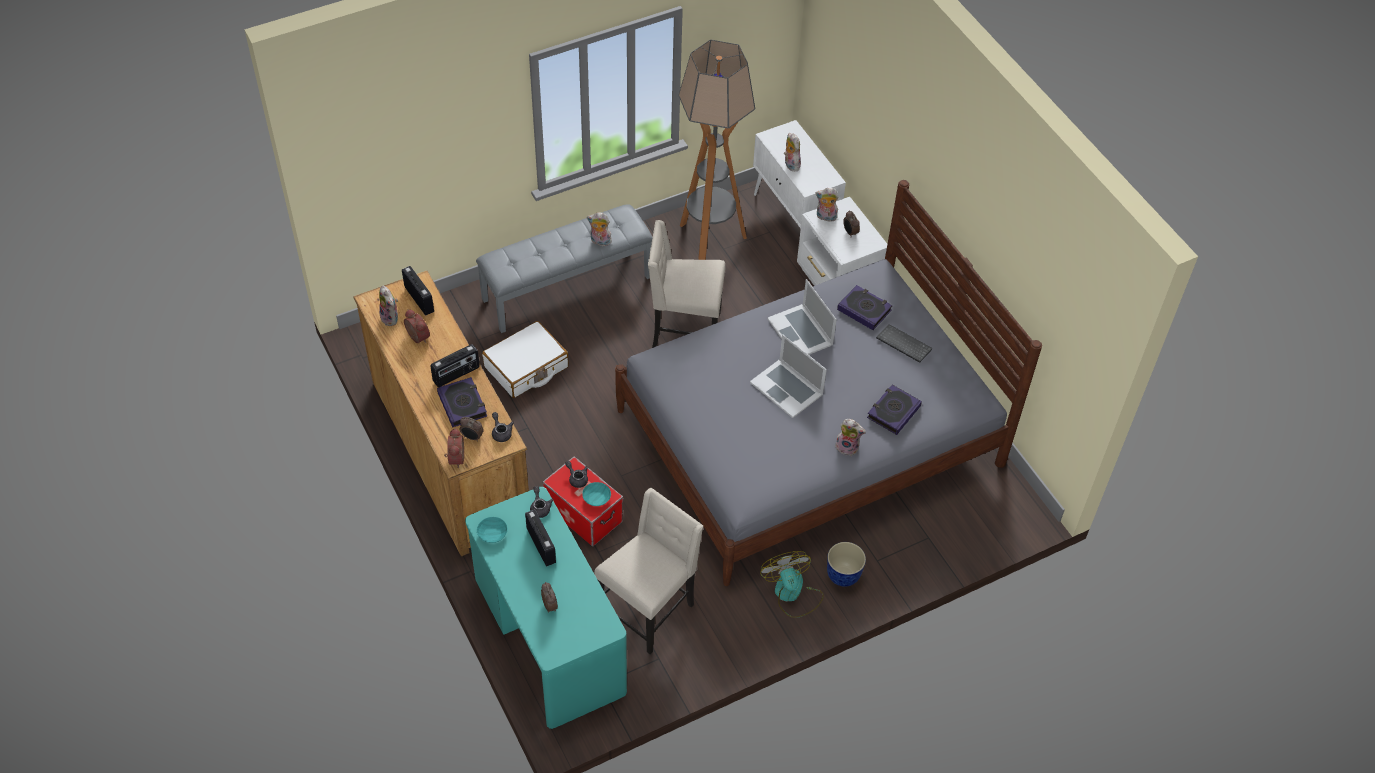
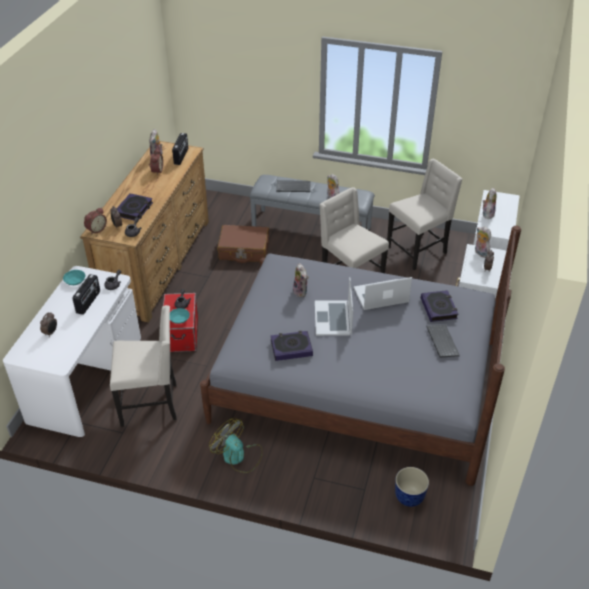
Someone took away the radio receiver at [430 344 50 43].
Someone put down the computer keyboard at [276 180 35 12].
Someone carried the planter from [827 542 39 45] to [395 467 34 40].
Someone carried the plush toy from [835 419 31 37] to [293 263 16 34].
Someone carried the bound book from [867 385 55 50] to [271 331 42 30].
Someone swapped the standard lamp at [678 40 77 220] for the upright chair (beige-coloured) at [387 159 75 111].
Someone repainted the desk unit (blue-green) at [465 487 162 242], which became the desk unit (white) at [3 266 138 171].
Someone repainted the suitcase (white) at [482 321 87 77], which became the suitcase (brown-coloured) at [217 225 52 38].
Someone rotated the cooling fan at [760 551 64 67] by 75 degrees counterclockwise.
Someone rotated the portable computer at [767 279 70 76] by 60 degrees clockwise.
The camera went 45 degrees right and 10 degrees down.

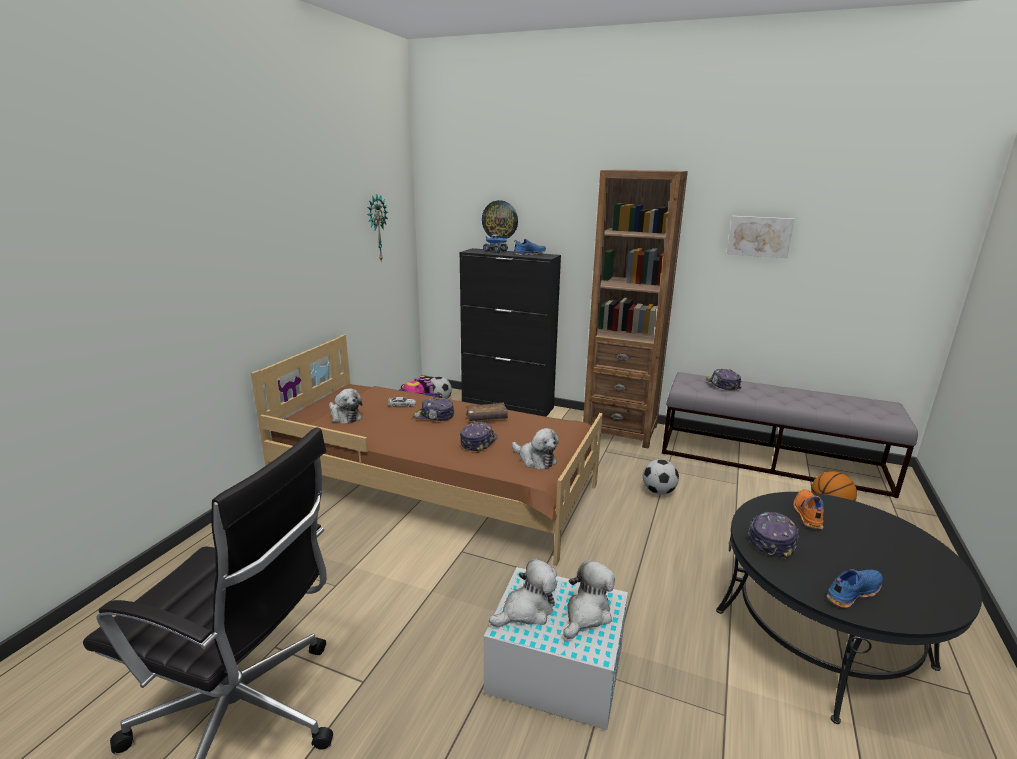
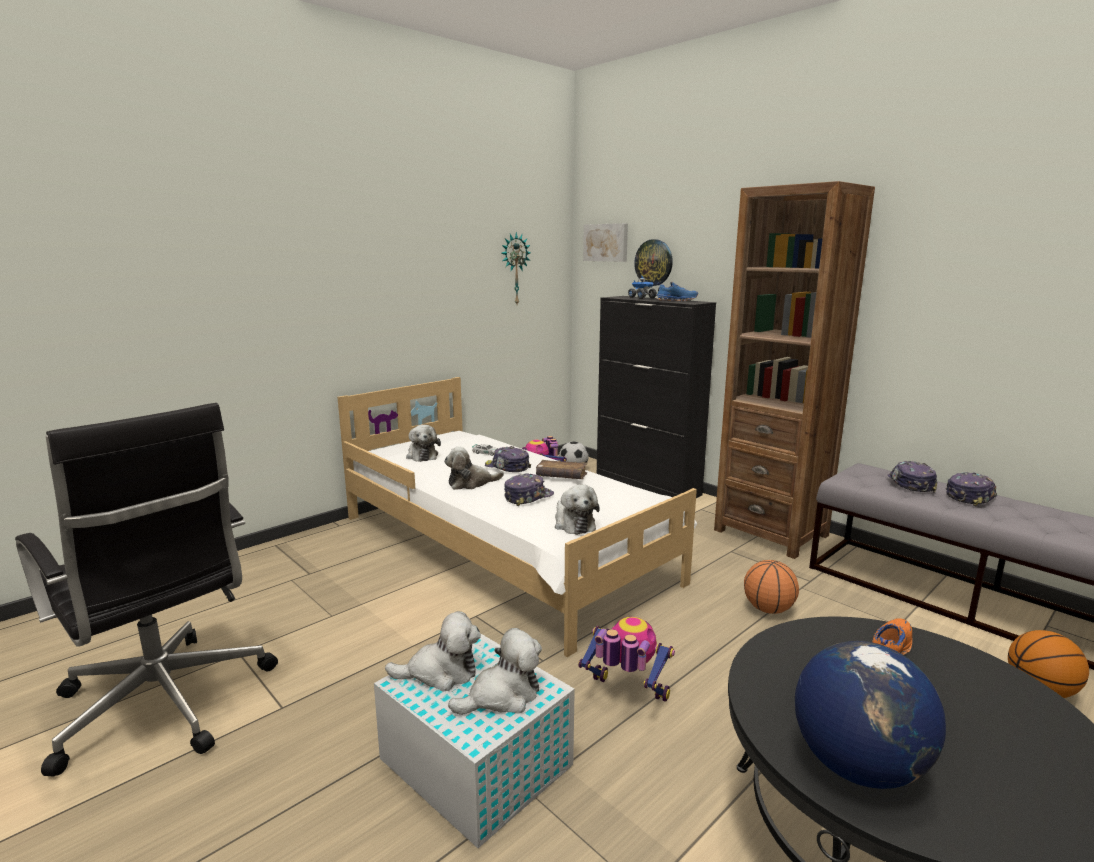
Someone put down the plush toy at [444 447 60 43].
Someone put down the model robot at [578 617 97 85].
Someone carried the picture from [727 216 68 42] to [583 223 45 39].
Someone carried the baseball cap from [748 512 51 47] to [946 472 51 34].
Someone swapped the football ball at [643 459 36 36] for the ball for basketball at [744 560 55 54].
Someone swapped the low shoe (blue-coloured) at [826 569 57 39] for the desk globe at [795 641 151 148].
Someone repainted the bedroom bed (brown-coloured) at [251 335 352 231], which became the bedroom bed (white) at [337 377 360 280].
The camera went 25 degrees right and 5 degrees down.

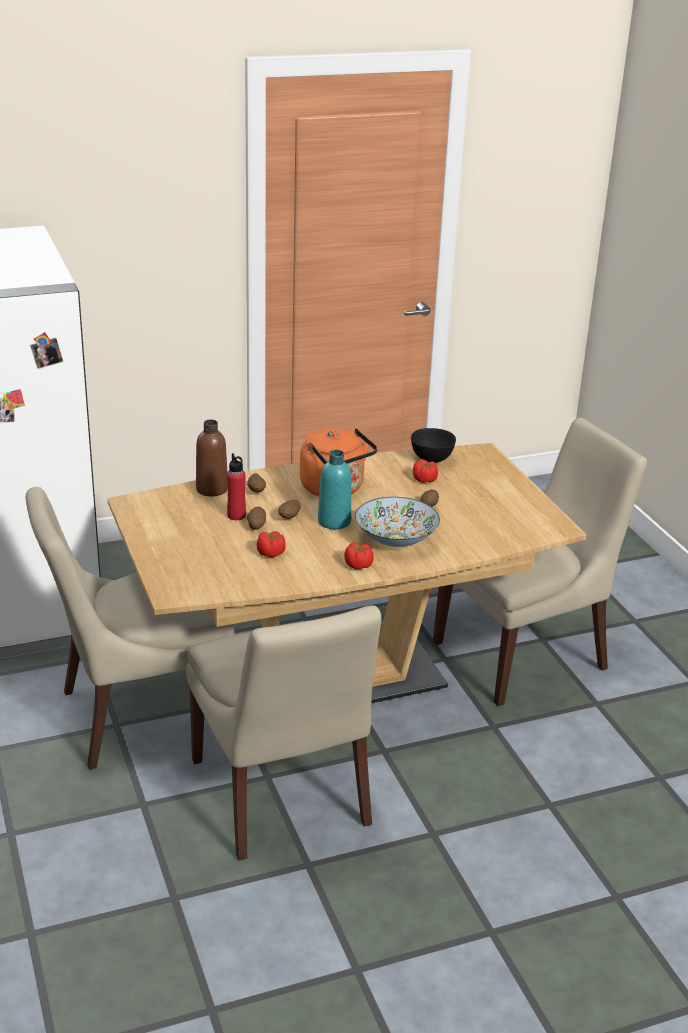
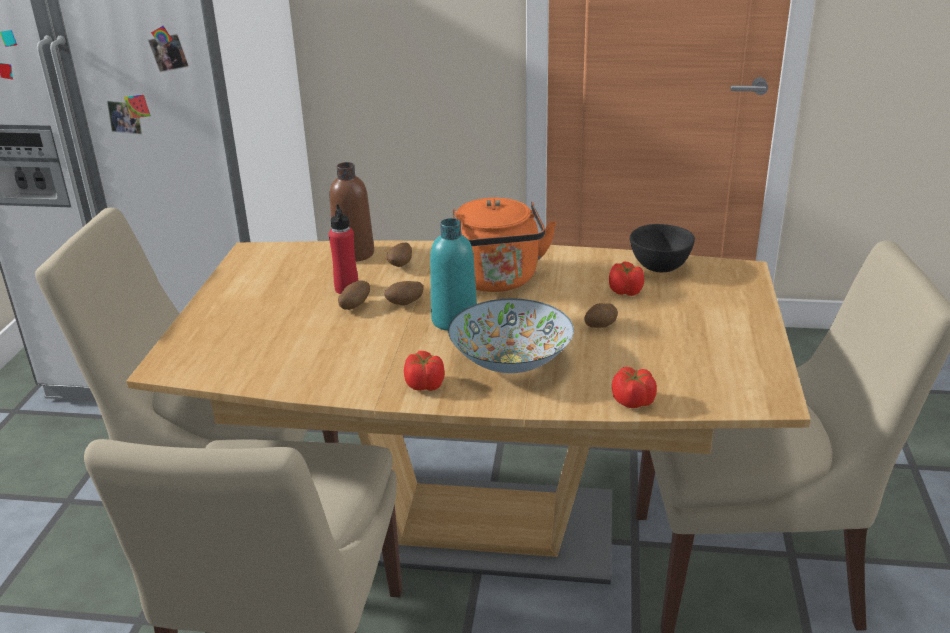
Someone carried the fresh tomato from [257 531 29 27] to [612 367 45 41].
The camera went 30 degrees right and 0 degrees up.

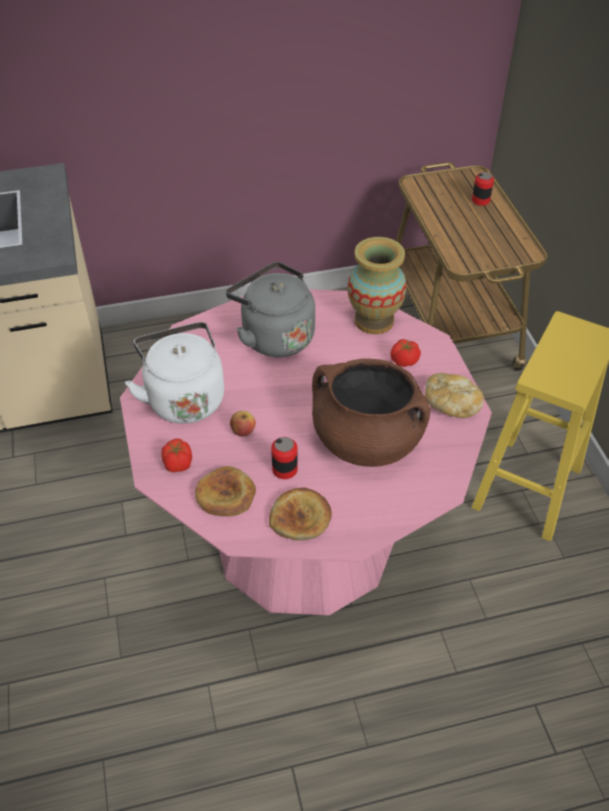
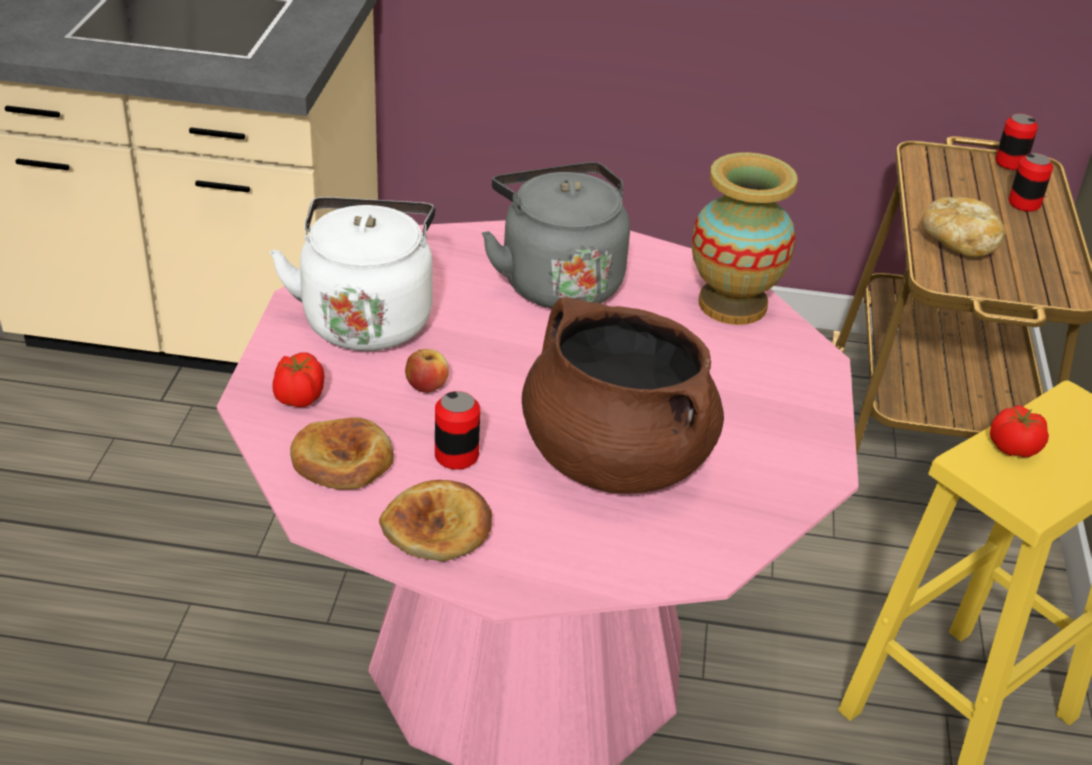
Someone put down the metal can at [995 113 43 57].
Someone carried the fresh tomato from [391 339 30 28] to [990 405 59 52].
Someone carried the bakery bread from [425 373 59 45] to [922 197 84 60].
The camera went 20 degrees right and 10 degrees down.

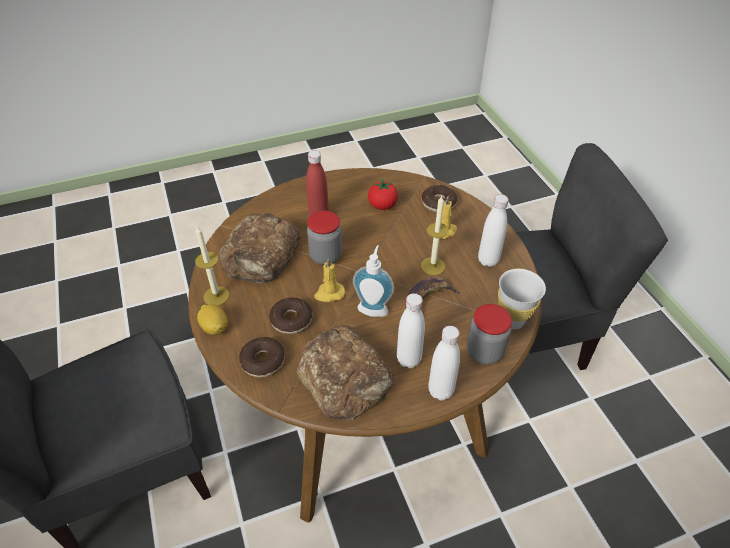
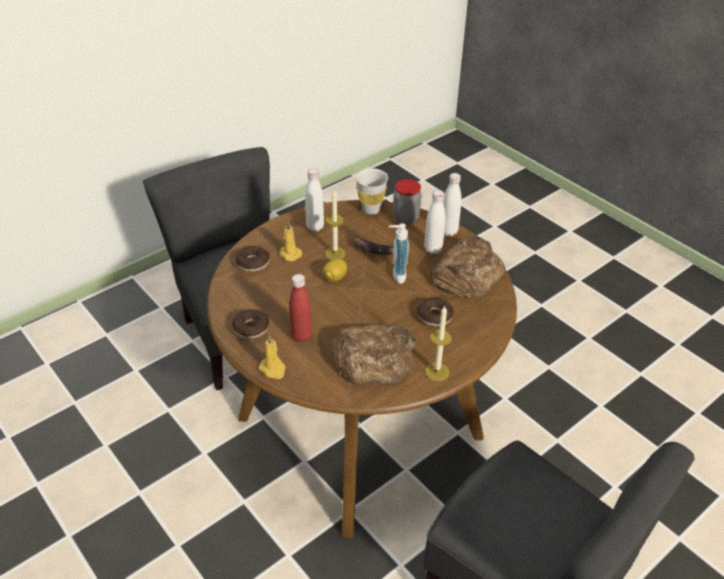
Someone took away the jar at [307 211 35 54].
Someone took away the fresh tomato at [368 179 30 31].
Someone carried the citrus fruit from [197 304 31 31] to [323 259 24 23].
Someone carried the doughnut from [239 337 46 41] to [232 309 37 30].
Someone carried the candle (yellow) from [314 258 31 44] to [259 335 27 44].
The camera went 110 degrees left and 5 degrees down.

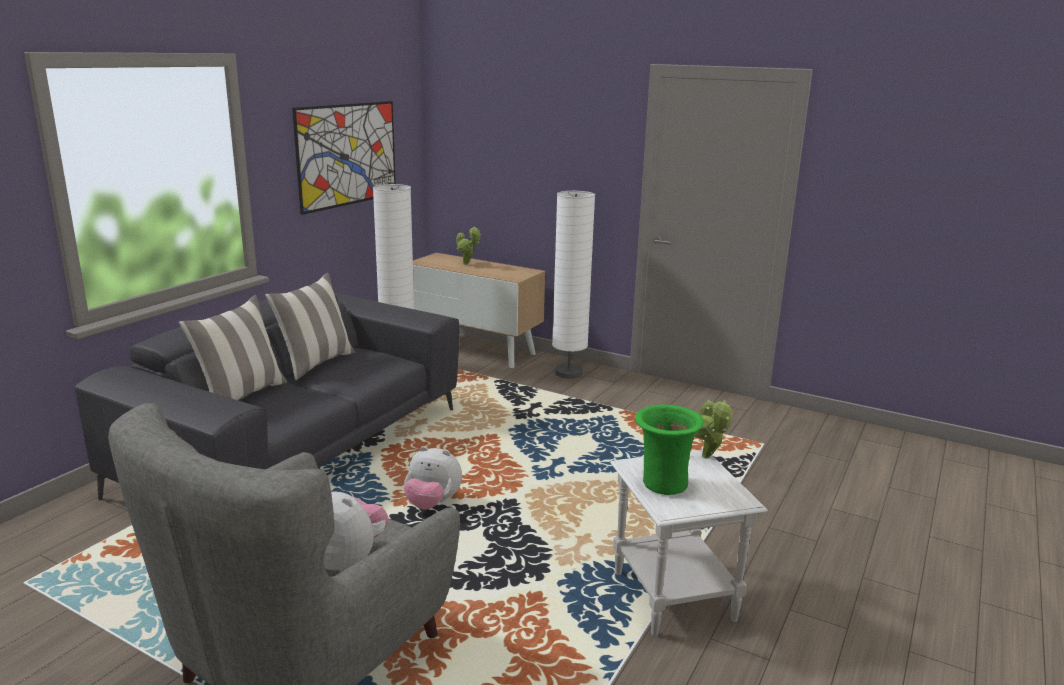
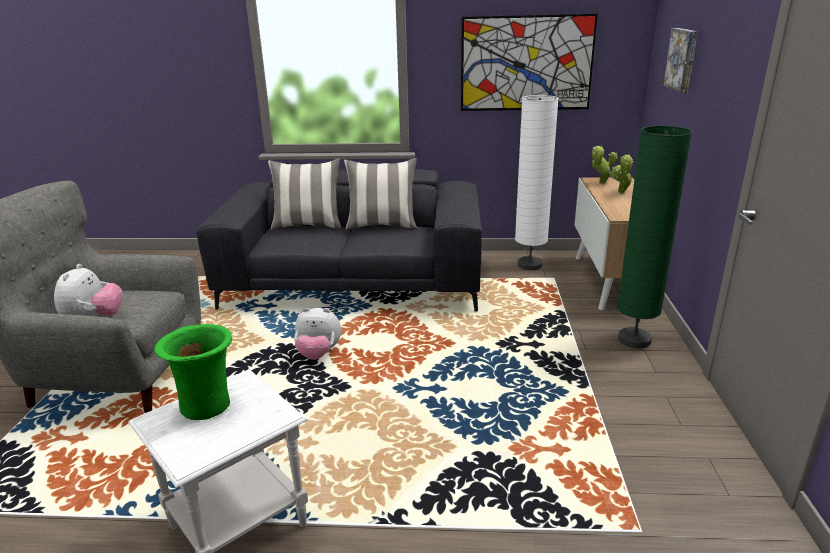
Someone put up the picture at [663 28 35 65].
Someone carried the potted plant from [695 400 38 59] to [592 145 26 39].
Someone repainted the standard lamp (white) at [552 191 43 188], which became the standard lamp (green-coloured) at [617 126 75 222].
Someone rotated the plush toy at [404 446 58 64] by 75 degrees counterclockwise.
The camera went 65 degrees right and 5 degrees up.

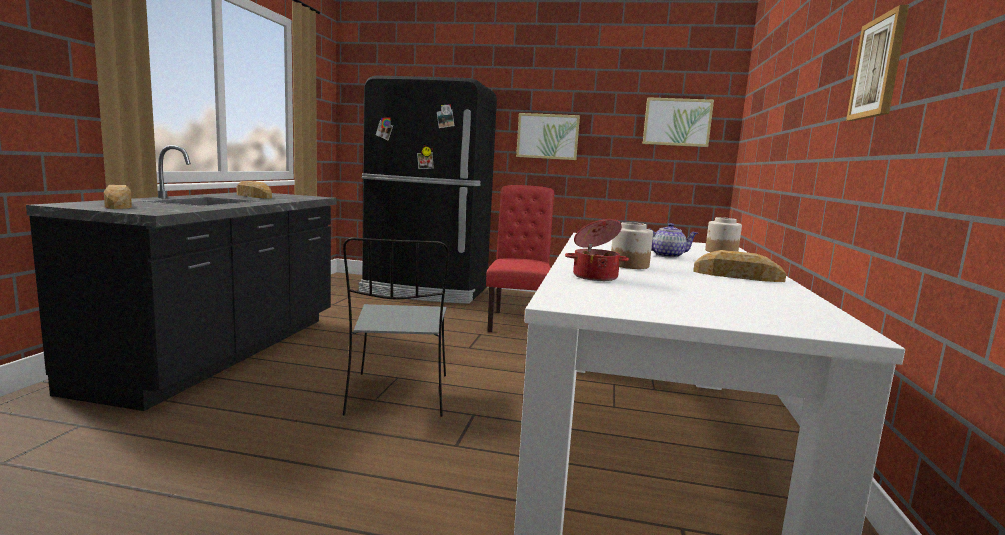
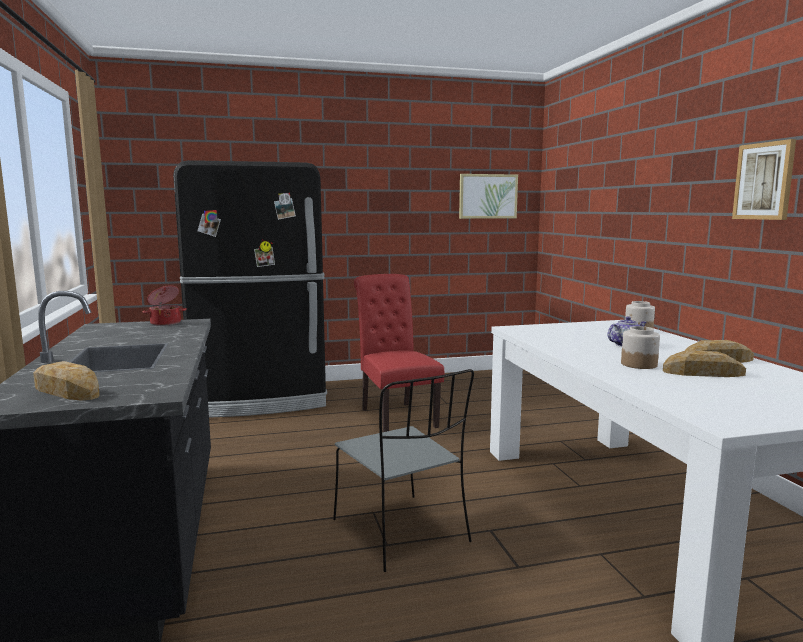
Someone took away the picture at [516 113 64 47].
Someone carried the bakery bread from [237 181 35 17] to [663 350 83 27].
Someone carried the stockpot from [565 219 64 62] to [143 285 44 41].
The camera went 25 degrees left and 0 degrees up.

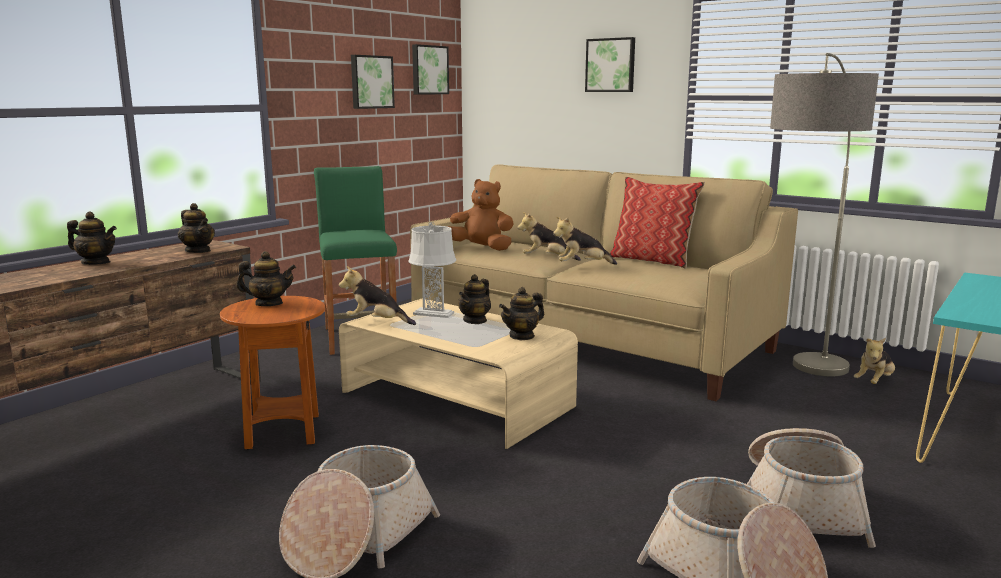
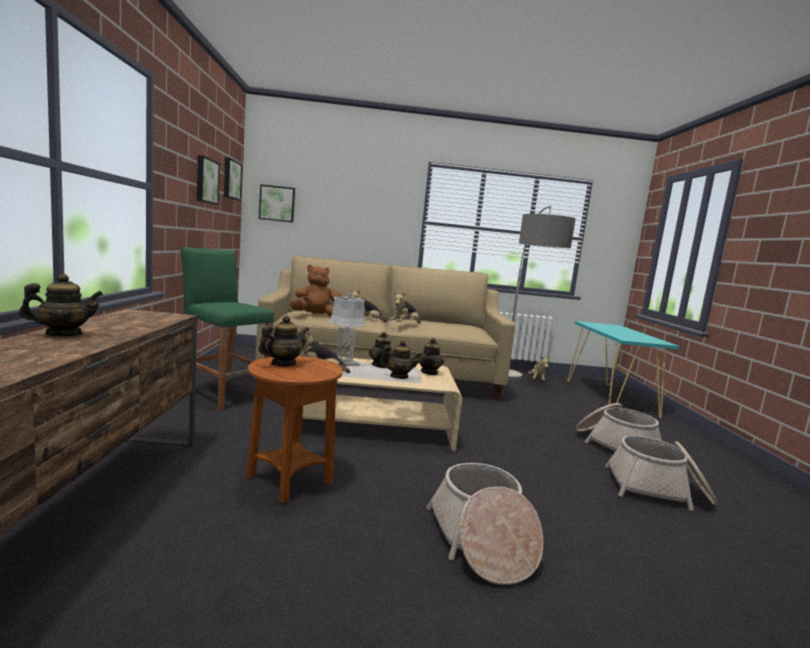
Someone took away the pillow at [610 177 95 92].
Someone carried the tea pot from [178 203 37 50] to [380 340 42 39].
Someone carried the picture from [585 37 50 55] to [259 184 36 39].
The camera went 40 degrees left and 5 degrees down.

